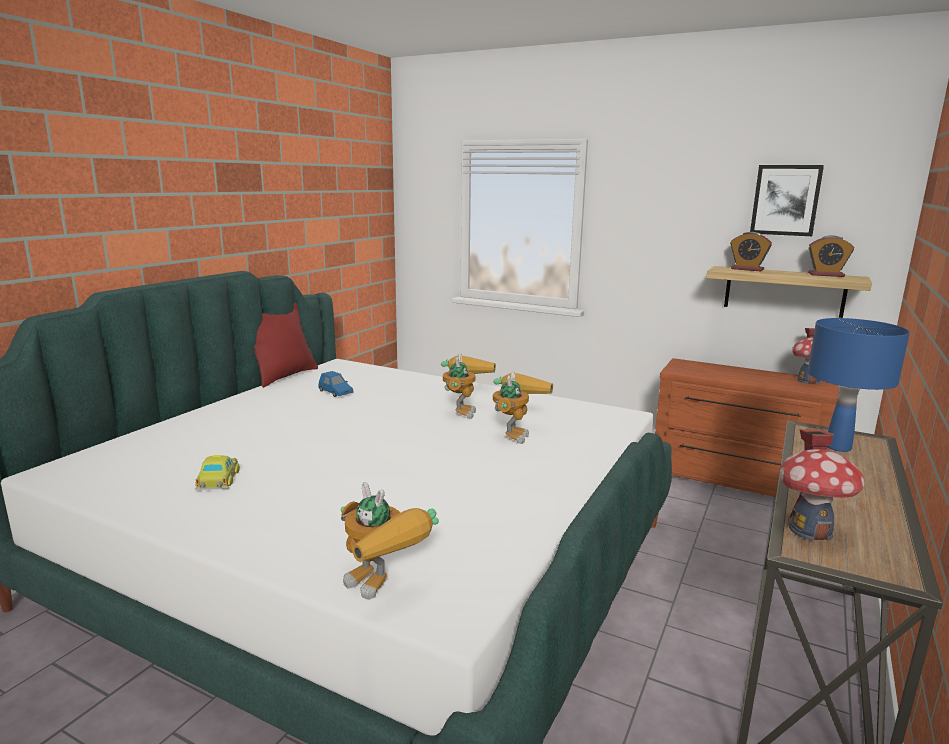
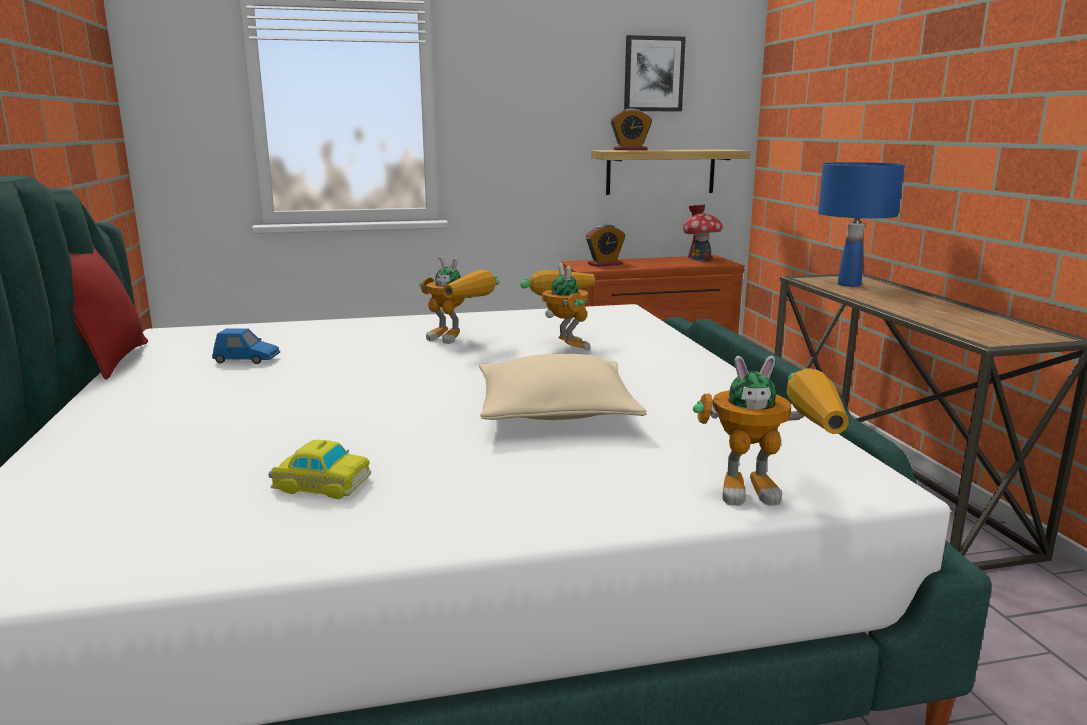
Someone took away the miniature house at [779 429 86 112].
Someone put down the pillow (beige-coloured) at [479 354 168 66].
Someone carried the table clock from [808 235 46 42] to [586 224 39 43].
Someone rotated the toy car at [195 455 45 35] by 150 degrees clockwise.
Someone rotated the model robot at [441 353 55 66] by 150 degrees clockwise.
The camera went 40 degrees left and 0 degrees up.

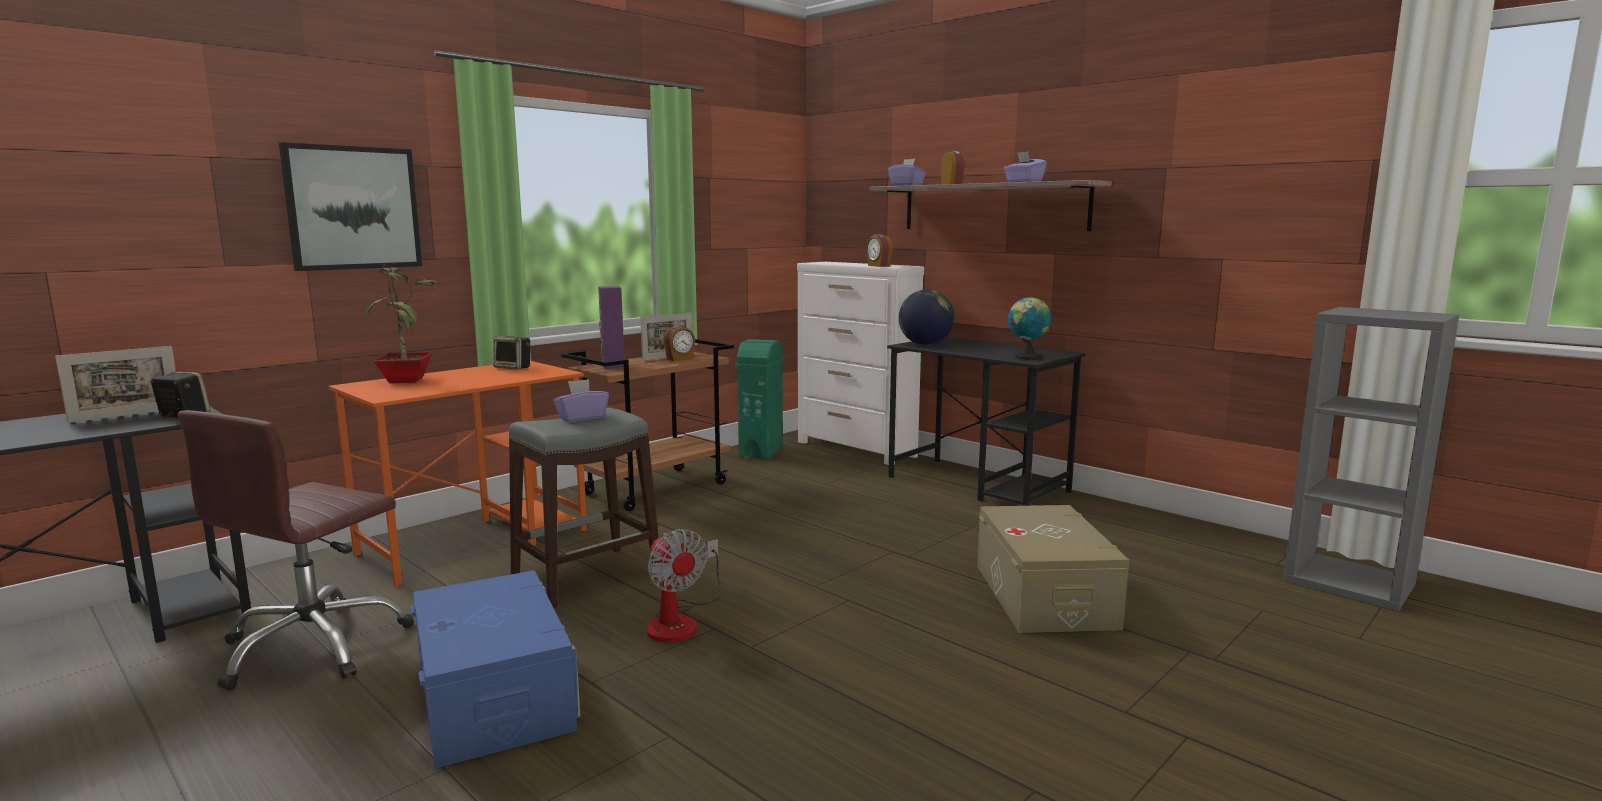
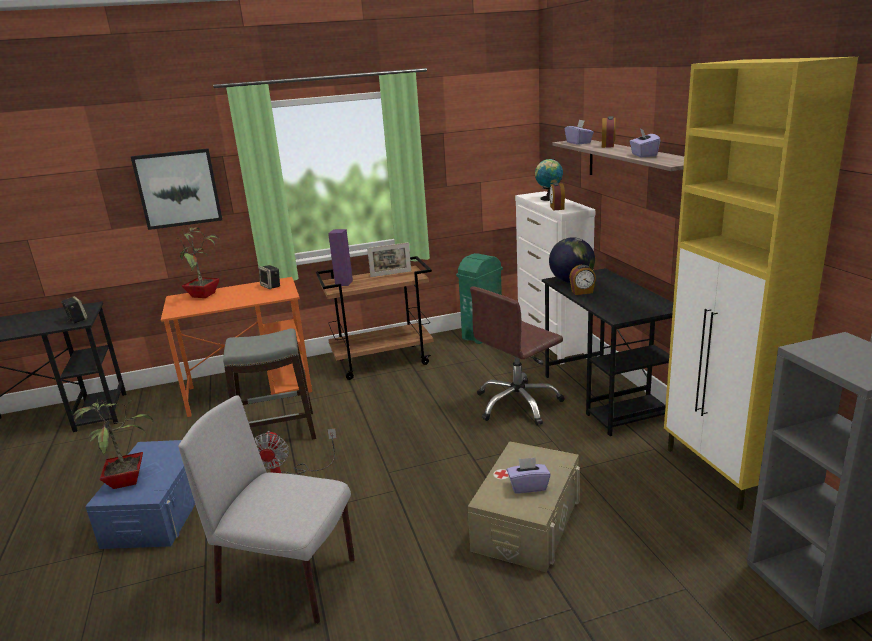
Someone took away the standing frame at [55 346 121 77].
Someone put down the potted plant at [73 399 81 90].
Someone put down the upright chair (gray) at [179 395 176 229].
Someone put down the storage cabinet (yellow) at [664 57 194 453].
Someone carried the computer chair (brown-coloured) from [178 410 236 281] to [470 286 95 140].
Someone carried the box of tissues (purple-coloured) from [553 379 56 43] to [507 457 44 36].
Someone carried the table clock from [663 325 32 36] to [569 265 27 30].
Someone carried the desk globe from [1008 296 43 63] to [535 158 28 43].
The camera went 30 degrees right and 10 degrees up.

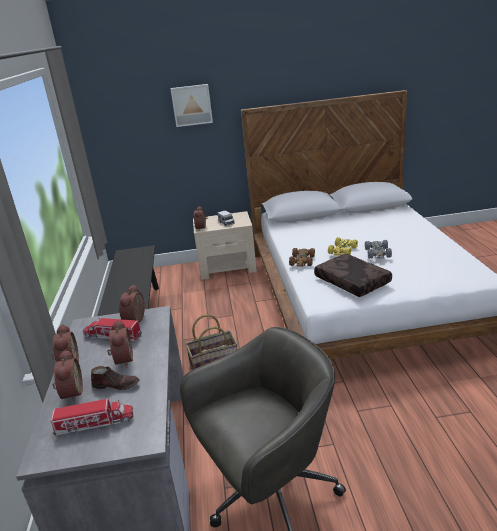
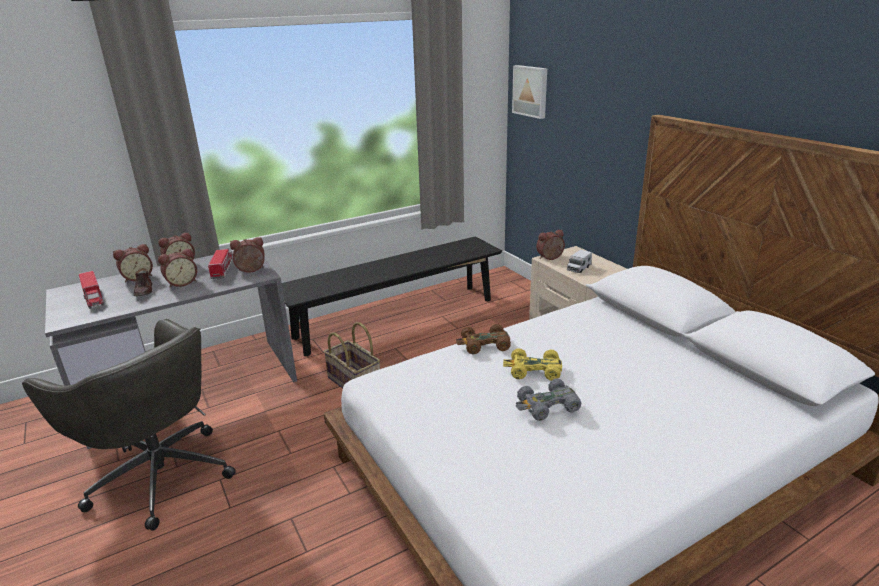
Someone took away the pillow (brown-coloured) at [314 254 78 43].
Someone carried the picture from [171 84 42 43] to [512 65 35 54].
The camera went 65 degrees right and 0 degrees up.

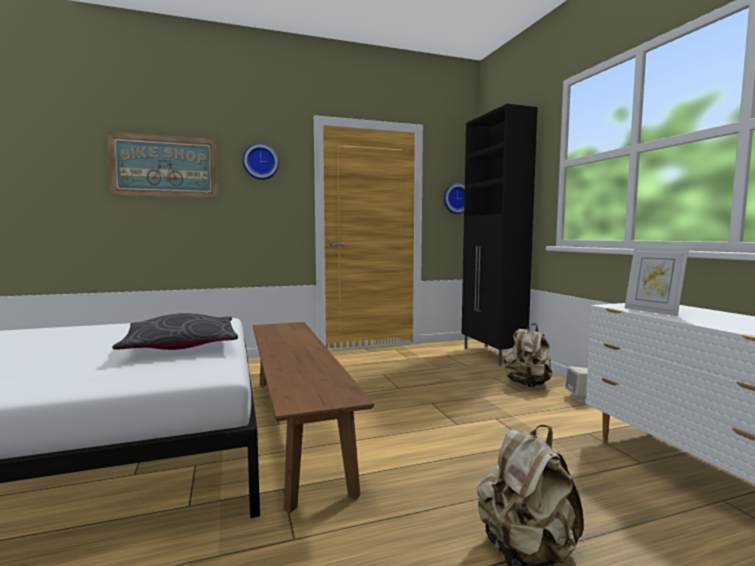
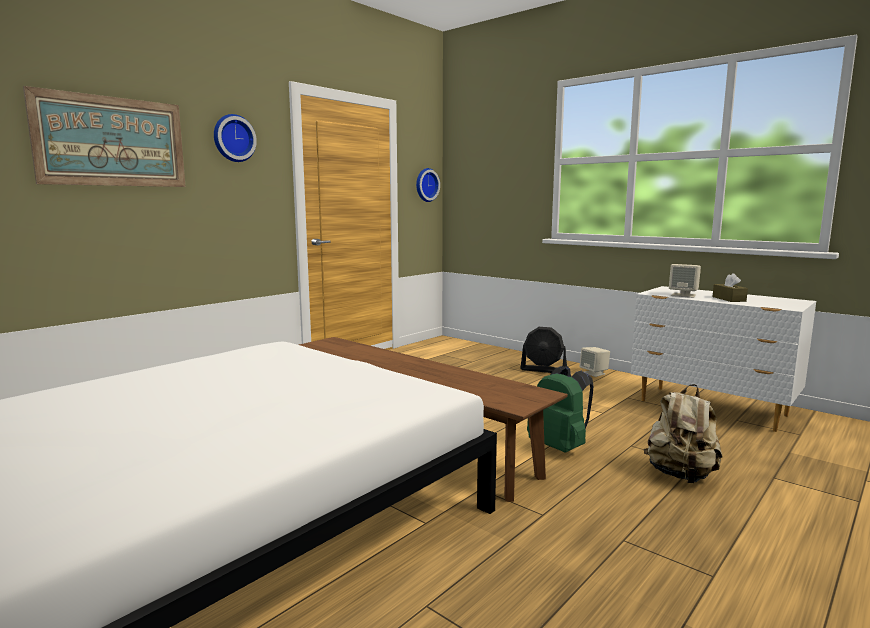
Someone took away the pillow (gray) at [112 313 126 37].
Someone took away the storage cabinet (blackish) at [462 104 76 262].
Someone put down the backpack (green-coloured) at [527 366 66 87].
Someone put down the box of tissues (brown-coloured) at [713 273 35 29].
Someone swapped the backpack (beige-coloured) at [504 323 49 64] for the cooling fan (blackish) at [520 327 47 46].
Someone swapped the standing frame at [625 247 64 69] for the loudspeaker (beige-coloured) at [669 264 32 34].
The camera went 30 degrees left and 5 degrees up.

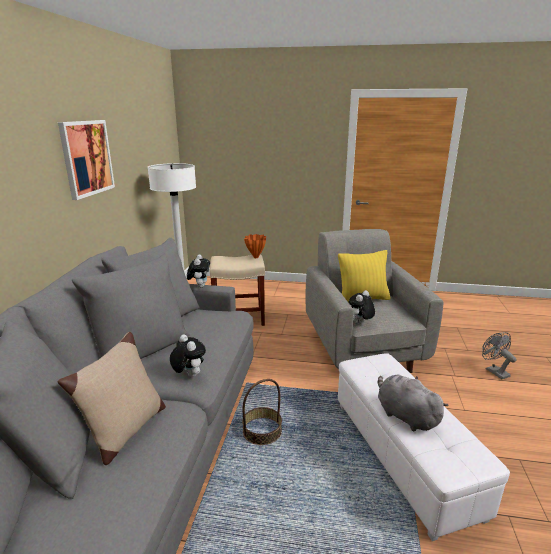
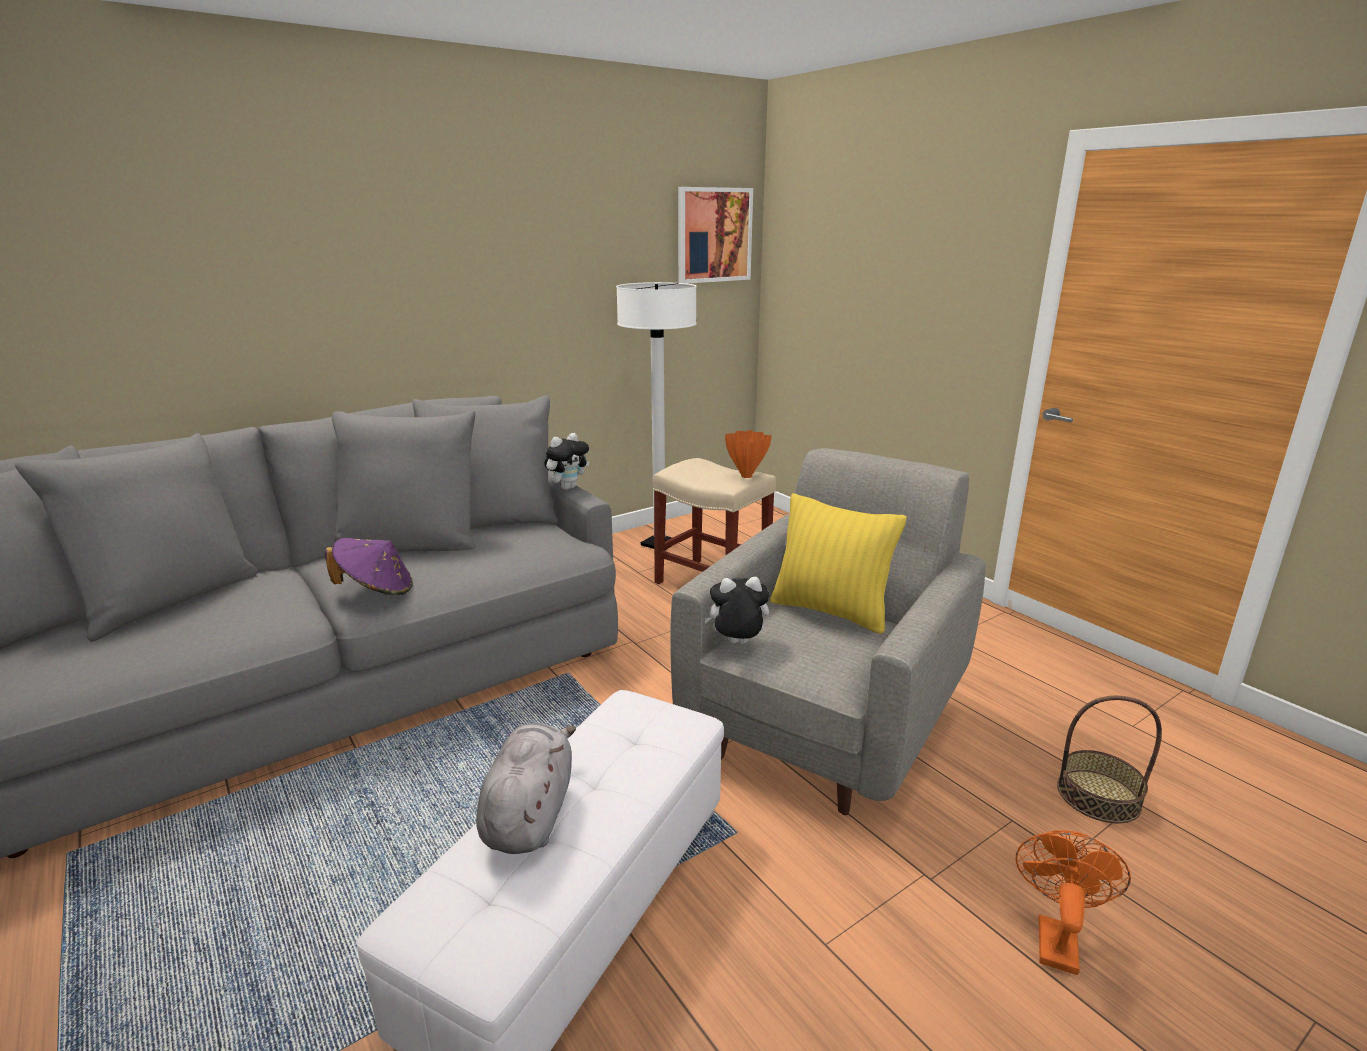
Someone took away the pillow (beige-coloured) at [58 332 108 133].
Someone carried the picture from [58 120 57 80] to [678 187 75 97].
Someone carried the household basket from [242 379 40 66] to [1057 695 105 129].
Someone swapped the plush toy at [170 334 36 43] for the hat (purple-coloured) at [325 538 88 57].
Someone repainted the cooling fan (gray) at [482 332 34 47], which became the cooling fan (orangey) at [1015 830 116 145].
The camera went 45 degrees right and 0 degrees up.

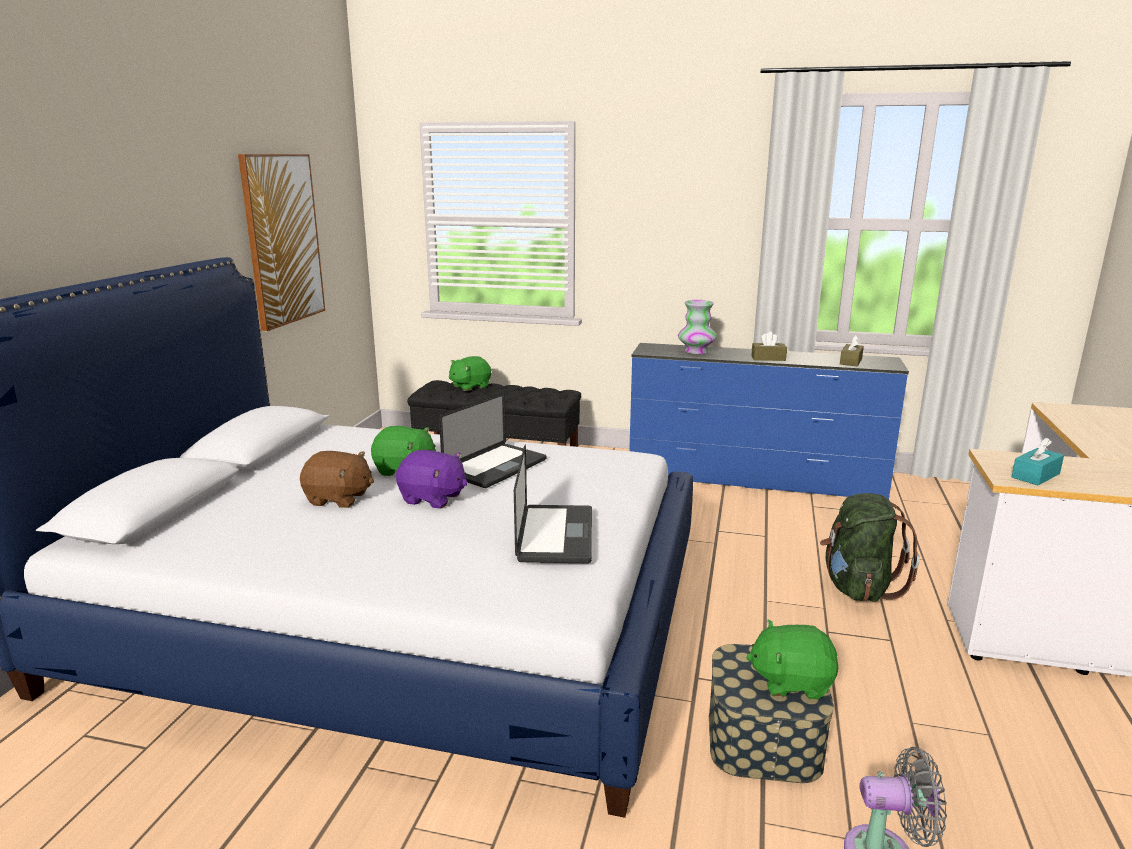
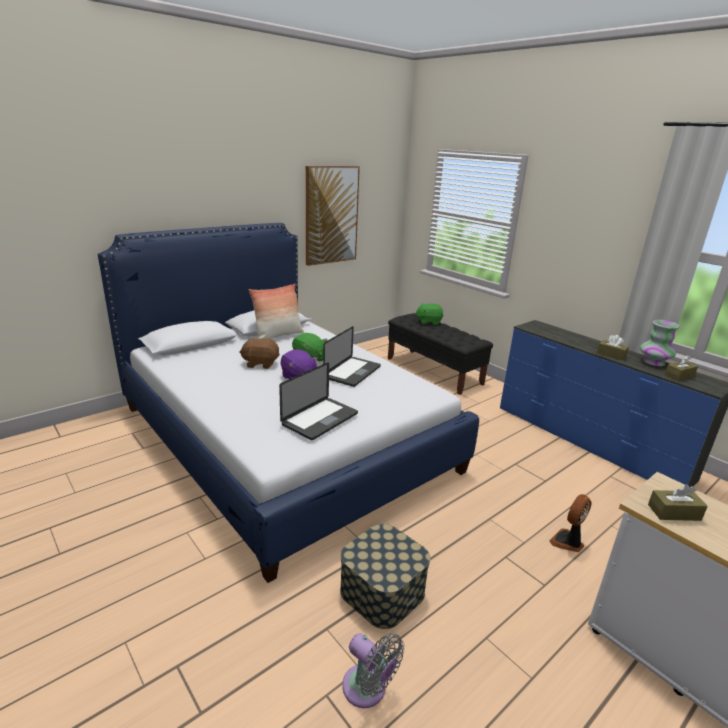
Someone took away the plush toy (green-coloured) at [746 619 92 80].
Someone put down the pillow at [249 283 55 56].
Someone carried the vase from [678 300 39 54] to [640 320 40 46].
Someone swapped the backpack (green-coloured) at [820 493 100 109] for the cooling fan at [549 494 43 58].
Someone repainted the box of tissues (blue-green) at [1012 438 52 47], which became the box of tissues (brown-coloured) at [648 484 60 37].
Someone rotated the plush toy (brown-coloured) at [300 451 74 57] by 135 degrees clockwise.
Someone rotated the portable computer at [439 393 108 95] by 45 degrees counterclockwise.
The camera went 35 degrees right and 5 degrees up.

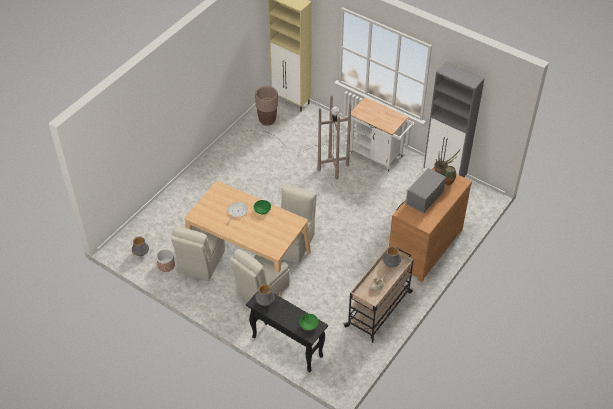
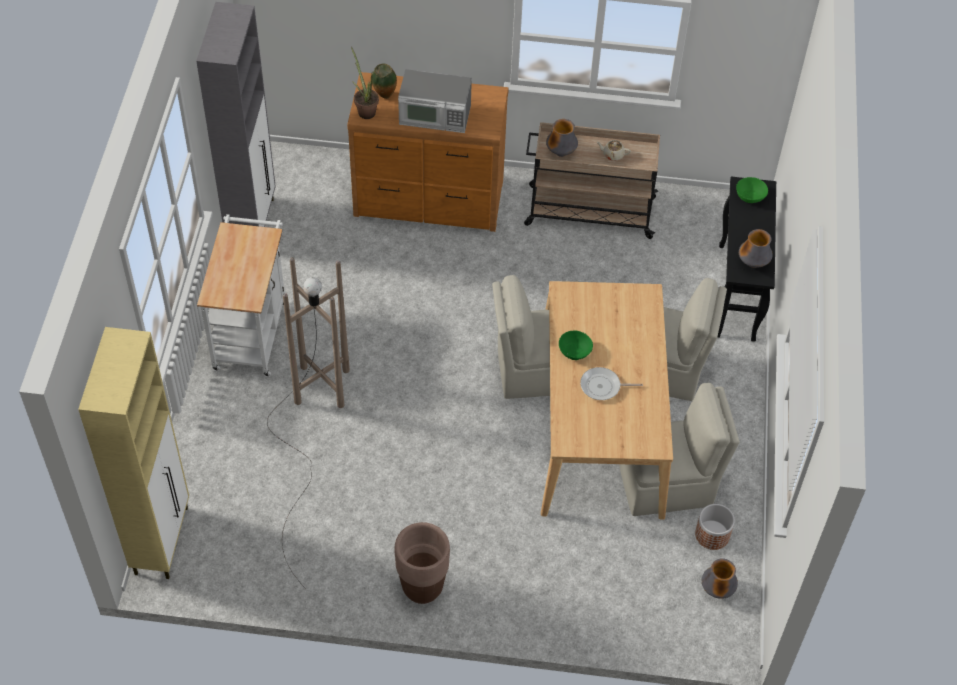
Someone carried the planter (brown-coloured) from [255 86 23 40] to [394 522 56 82].
The camera went 120 degrees left and 5 degrees up.

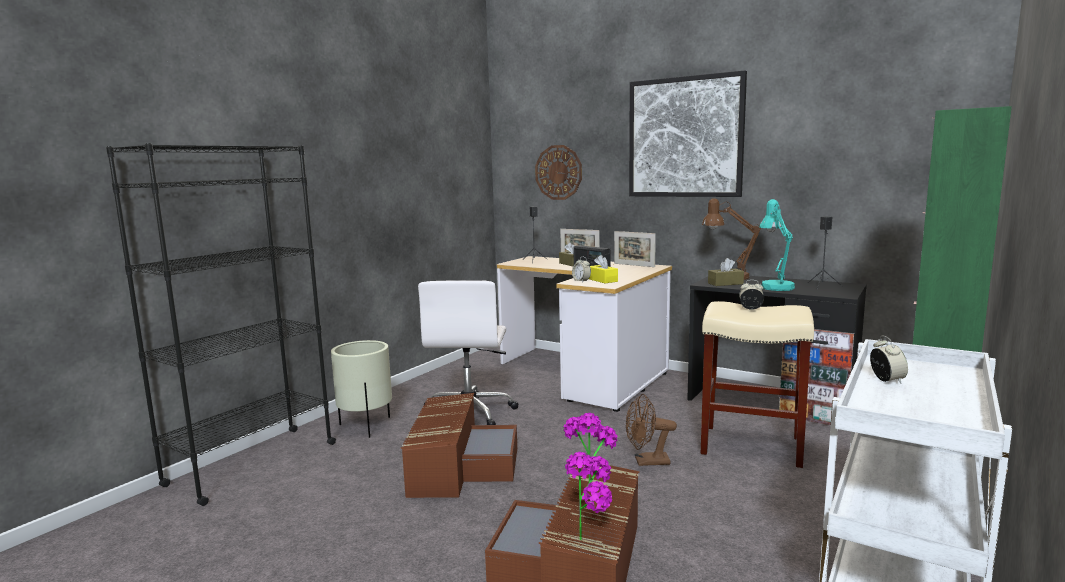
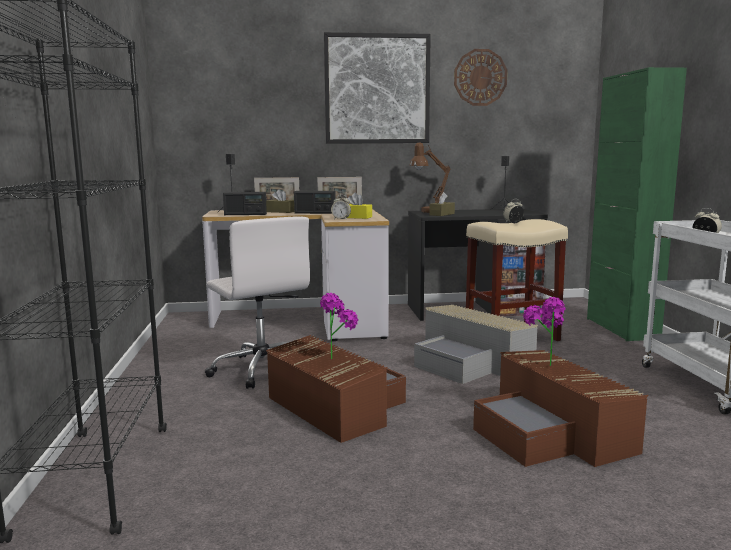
Someone took away the planter (beige-coloured) at [331 340 61 98].
Someone took away the tabletop lamp (blue-green) at [759 199 36 92].
Someone put down the radio receiver at [223 192 44 23].
Someone carried the hanging clock from [535 145 47 55] to [454 49 53 57].
Someone carried the potted plant from [565 452 47 88] to [320 293 38 66].
Someone swapped the cooling fan (brown-coloured) at [626 394 51 72] for the storage container (gray) at [414 305 124 79].
The camera went 40 degrees left and 0 degrees up.

